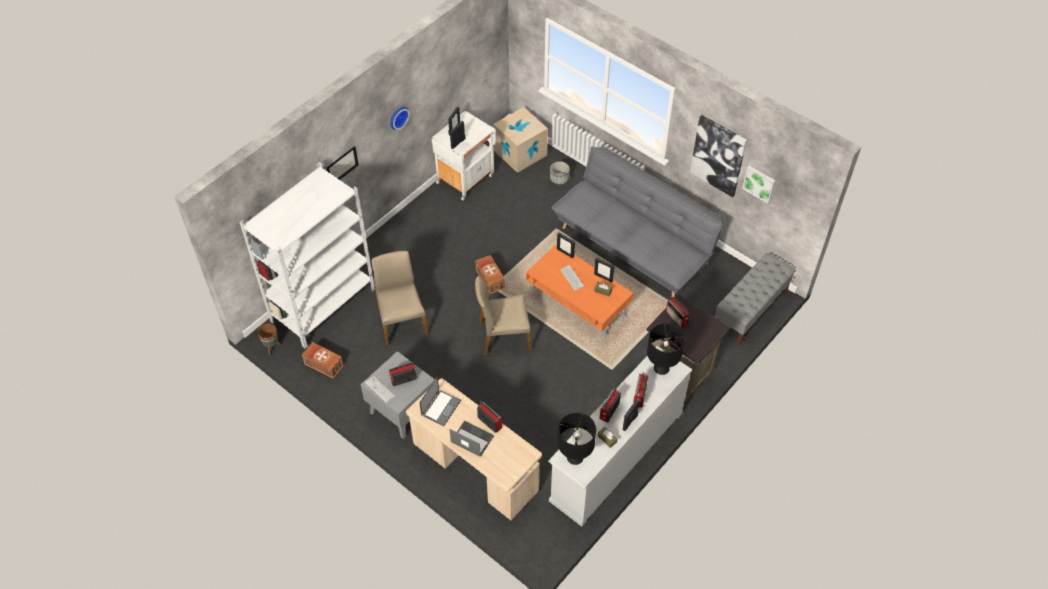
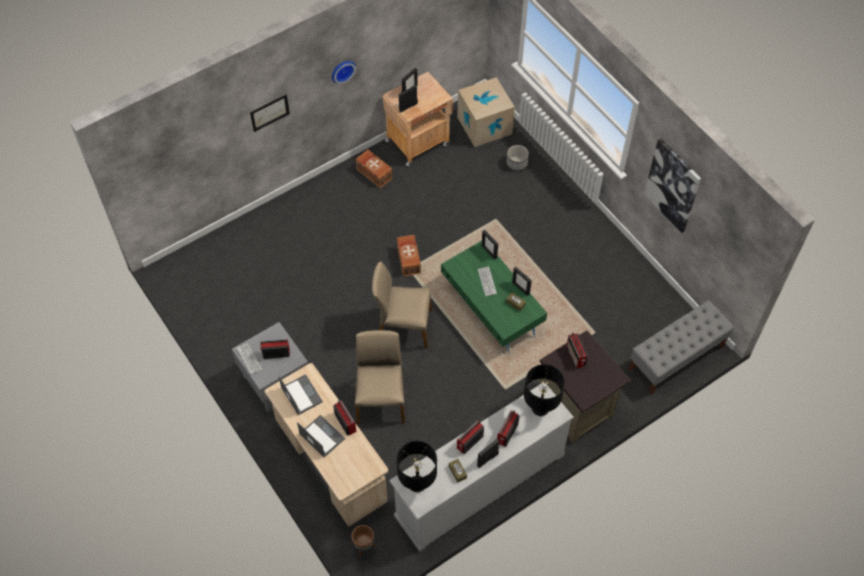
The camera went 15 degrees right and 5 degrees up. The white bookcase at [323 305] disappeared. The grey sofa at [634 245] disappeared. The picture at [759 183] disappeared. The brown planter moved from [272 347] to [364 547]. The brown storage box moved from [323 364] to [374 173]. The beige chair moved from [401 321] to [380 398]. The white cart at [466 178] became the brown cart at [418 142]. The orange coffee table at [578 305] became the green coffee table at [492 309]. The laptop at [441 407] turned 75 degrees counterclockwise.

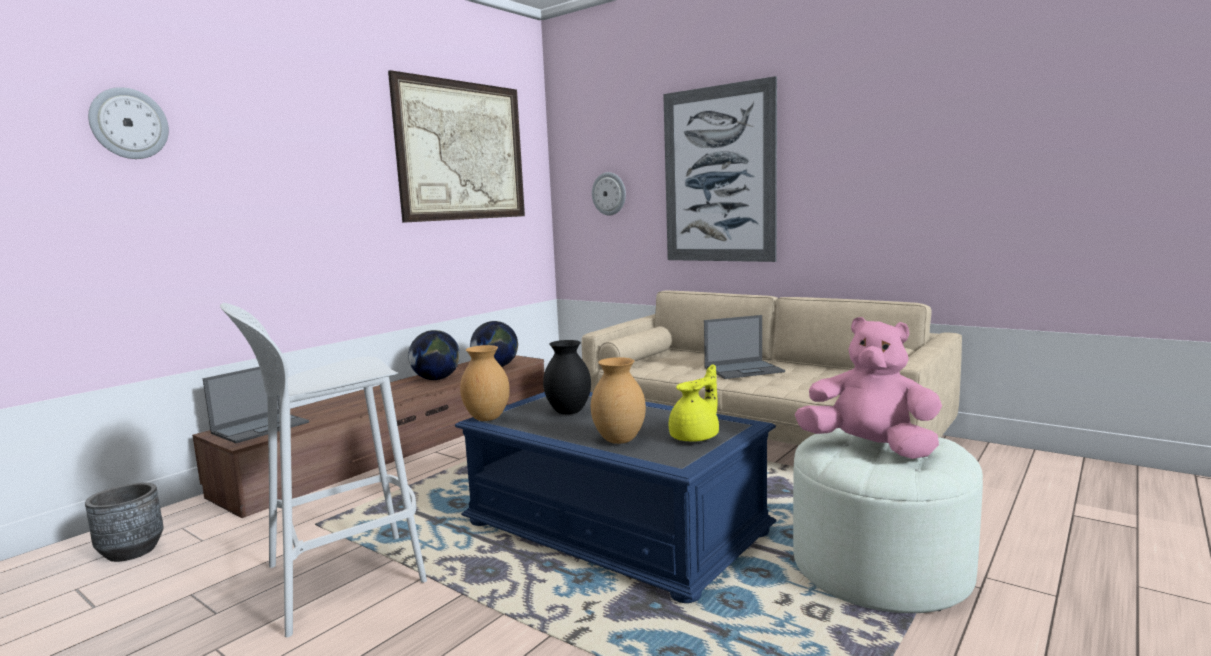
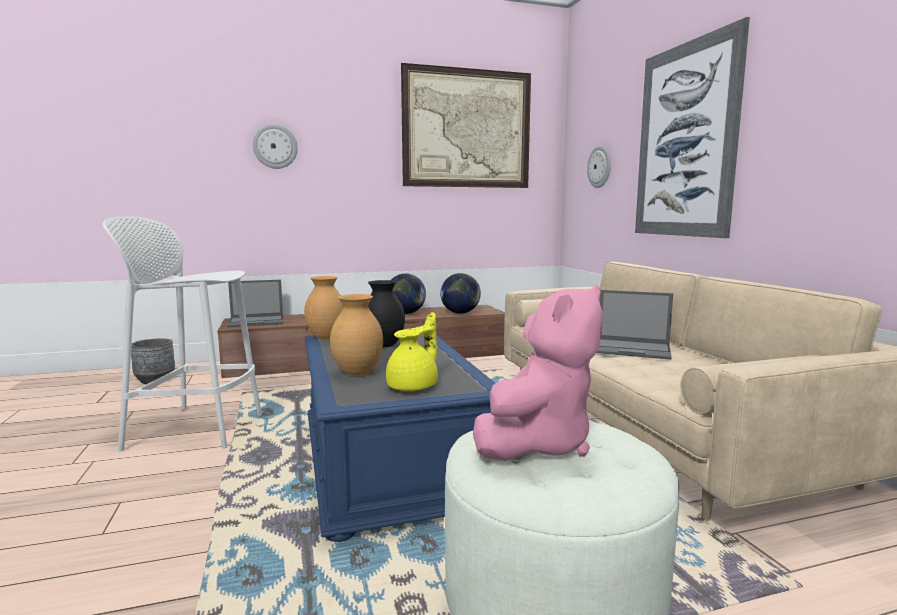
The camera went 35 degrees right and 0 degrees up. The wall clock moved from [129 124] to [275 146]. The yellow teapot at [696 437] turned 45 degrees counterclockwise. The pink plush toy at [869 448] turned 60 degrees clockwise.

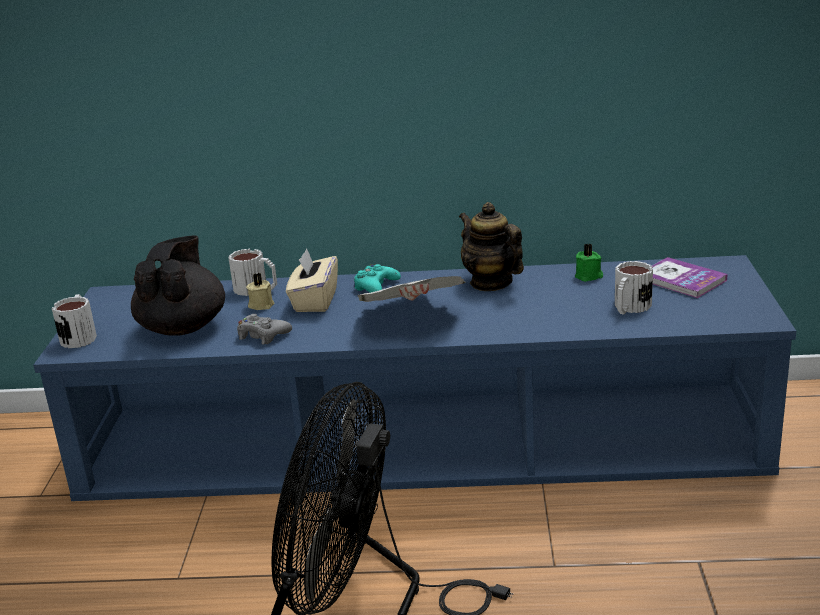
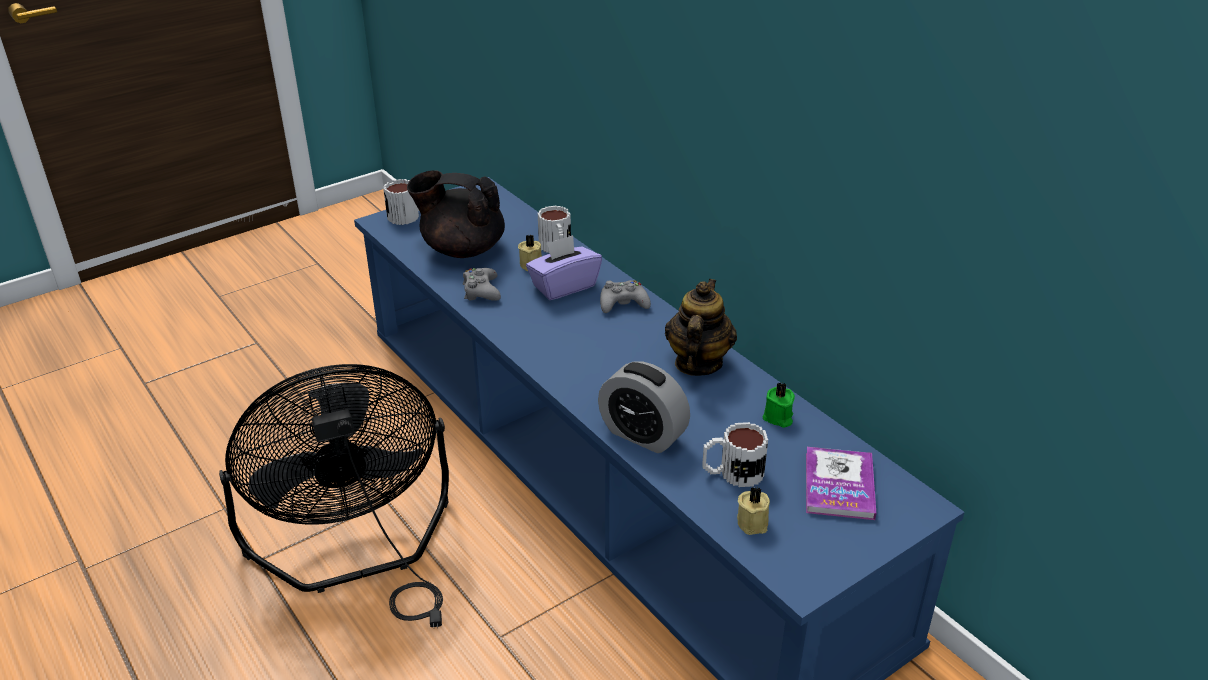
The camera went 50 degrees right and 10 degrees up. The newspaper at [412 317] disappeared. The alarm clock at [643 434] appeared. The beige candle at [753 522] appeared. The beige tissue box at [314 301] became the purple tissue box at [564 286]. The turquoise game controller at [376 286] became the grey game controller at [623 303]. The black teapot at [183 327] turned 135 degrees counterclockwise.

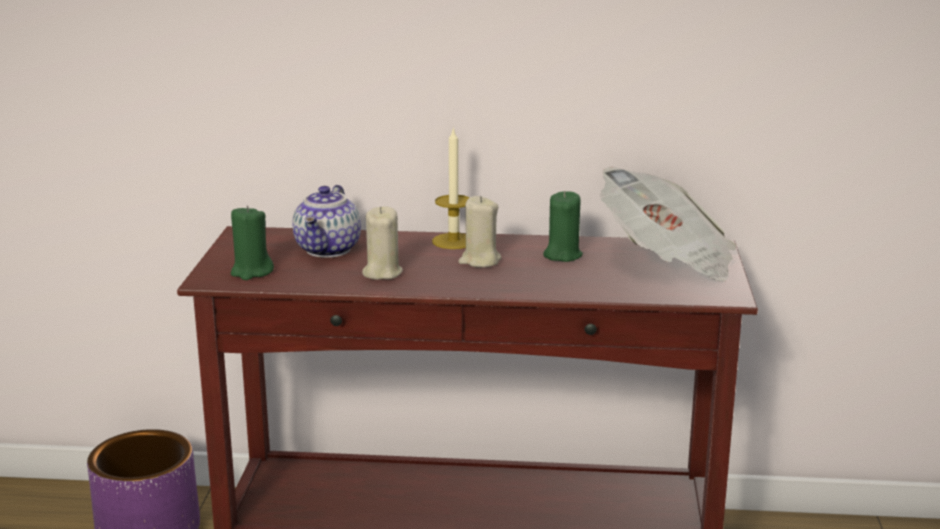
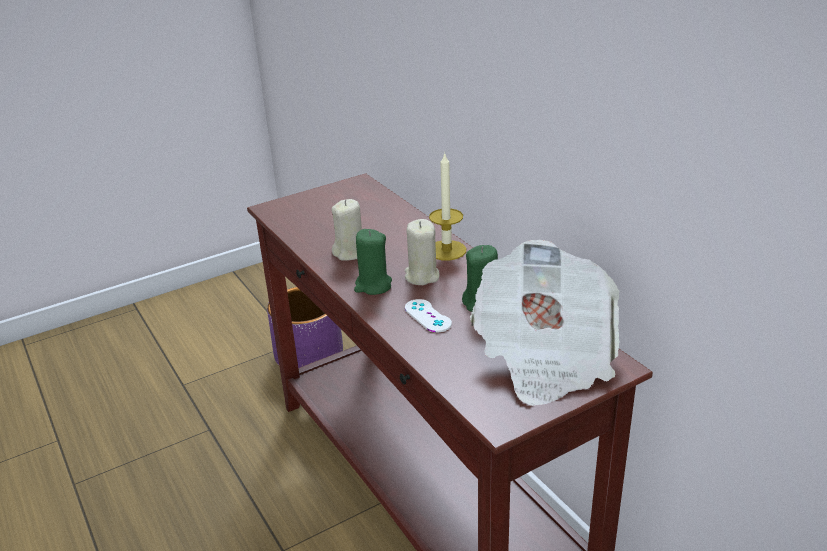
The camera went 55 degrees right and 10 degrees up. The teapot at [329 250] disappeared. The white game controller at [428 316] appeared. The green candle moved from [251 272] to [373 286].

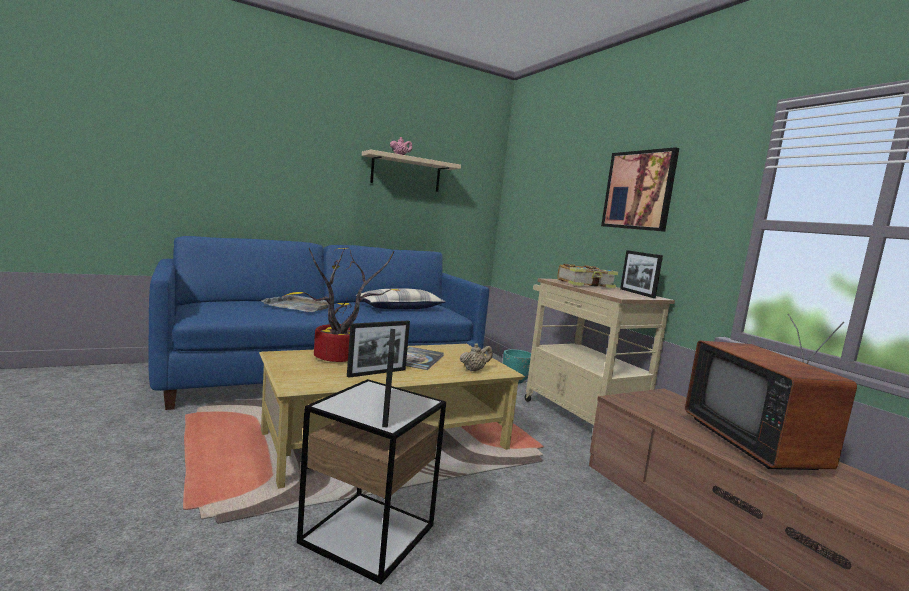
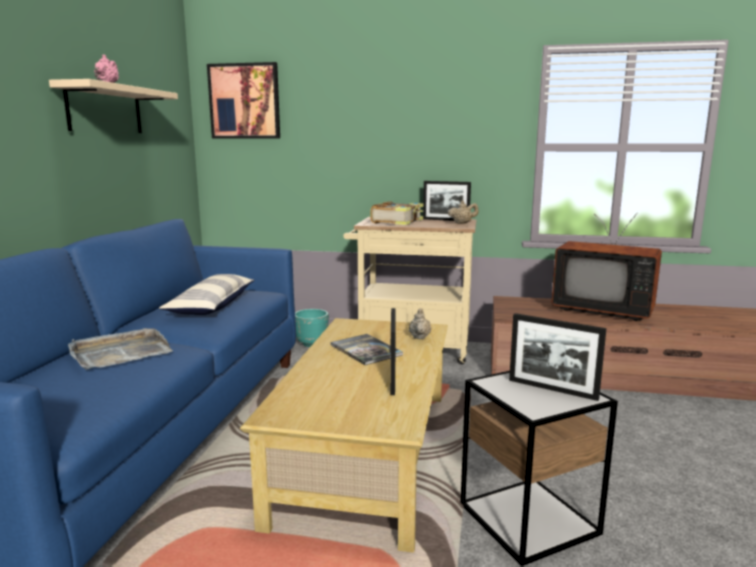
The camera went 50 degrees left and 5 degrees up. The potted plant at [336 358] disappeared. The beige teapot at [462 223] appeared. The picture moved from [639 190] to [244 101].

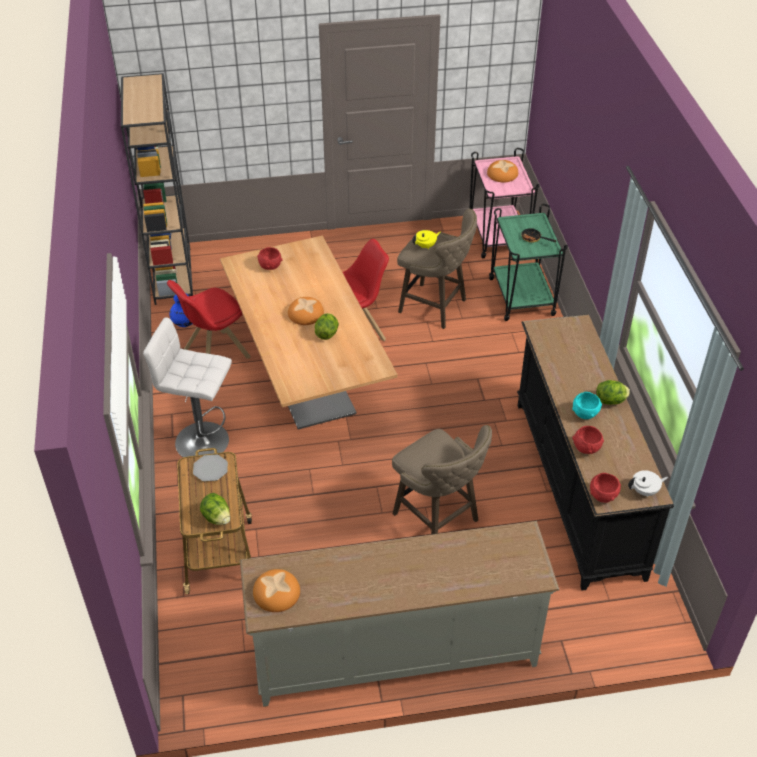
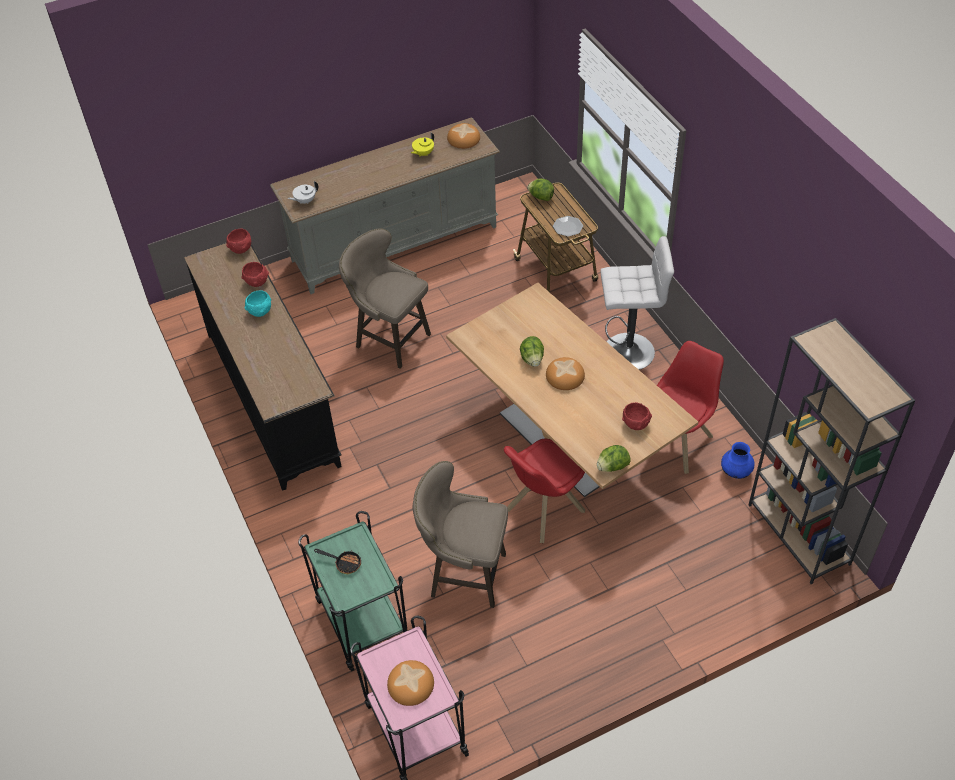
The camera went 165 degrees right and 5 degrees up. The yellow teapot moved from [426 246] to [423 153]. The lettuce moved from [611 401] to [612 466]. The white teapot moved from [645 491] to [305 201].

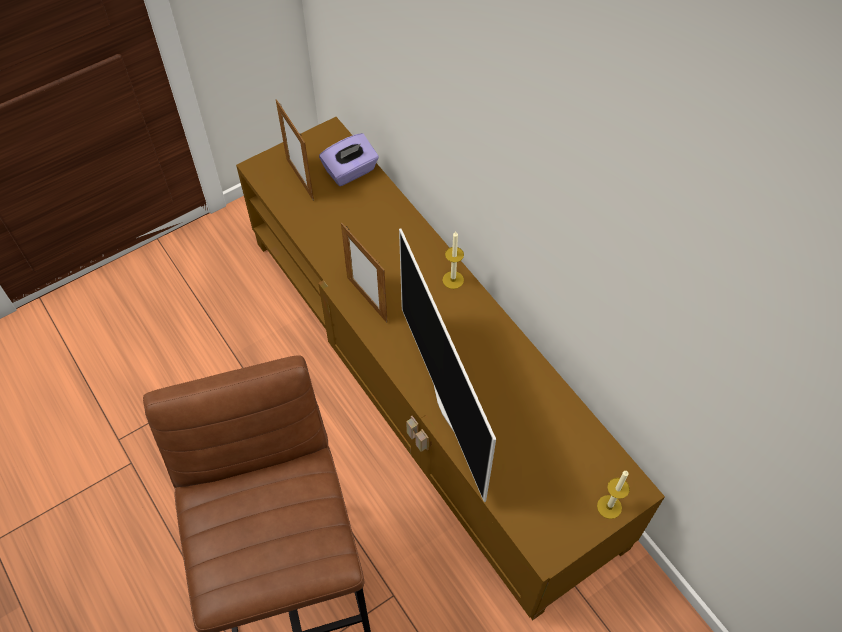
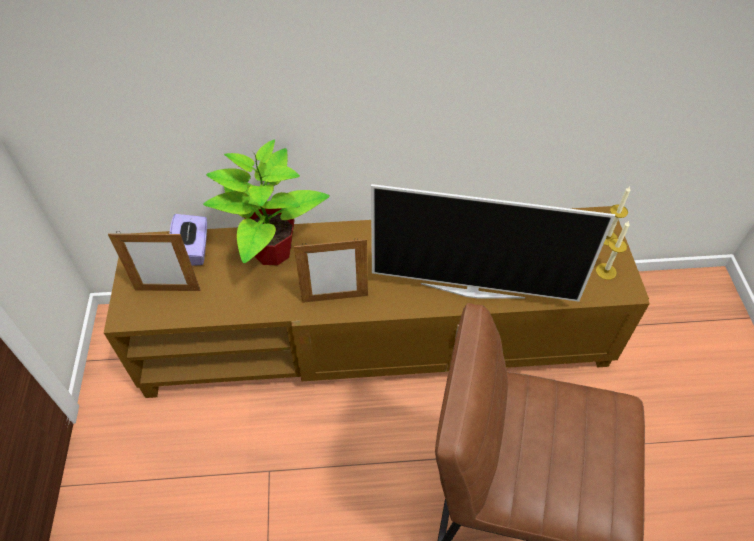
The camera went 60 degrees left and 5 degrees down. The potted plant at [271 251] appeared. The candle moved from [453 280] to [606 271].

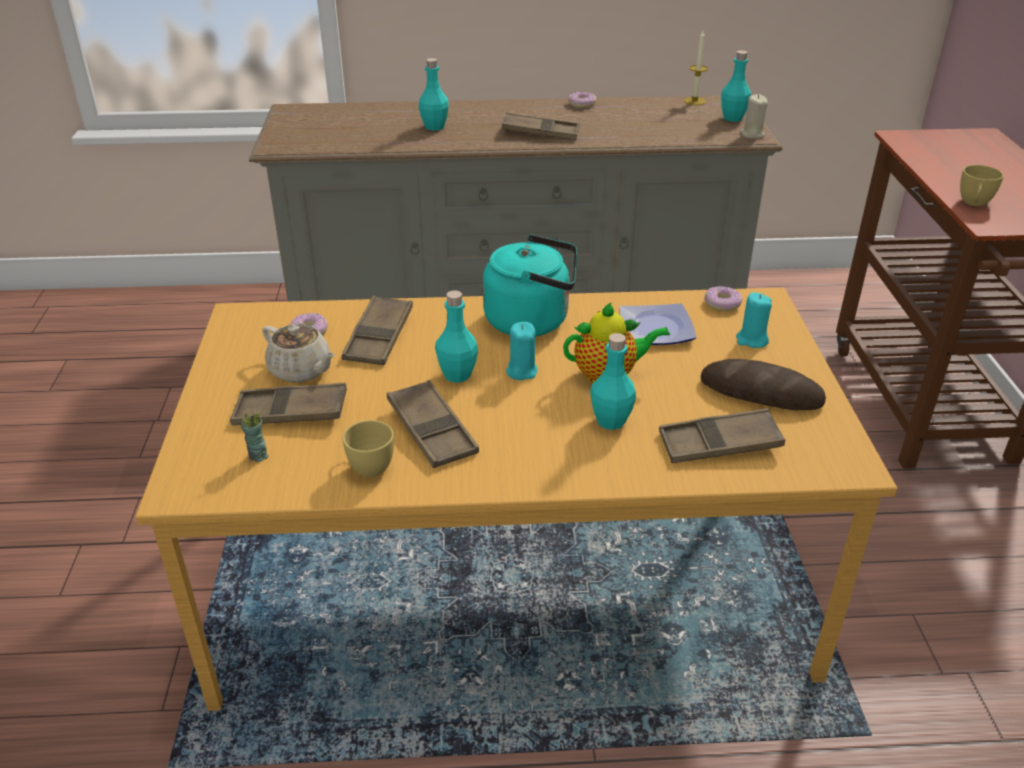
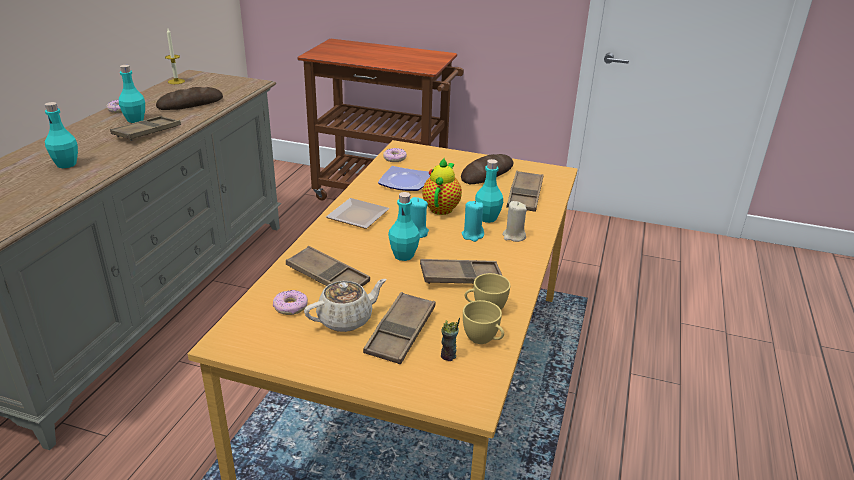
The camera went 70 degrees left and 5 degrees down. The bread at [190 103] appeared. The turquoise bottle moved from [732 118] to [135 120]. The turquoise candle moved from [751 340] to [472 235]. The beige candle moved from [752 134] to [514 236]. The yellow cup moved from [974 204] to [483 340]. The turquoise kettle at [532 320] was replaced by the plate at [360 216].

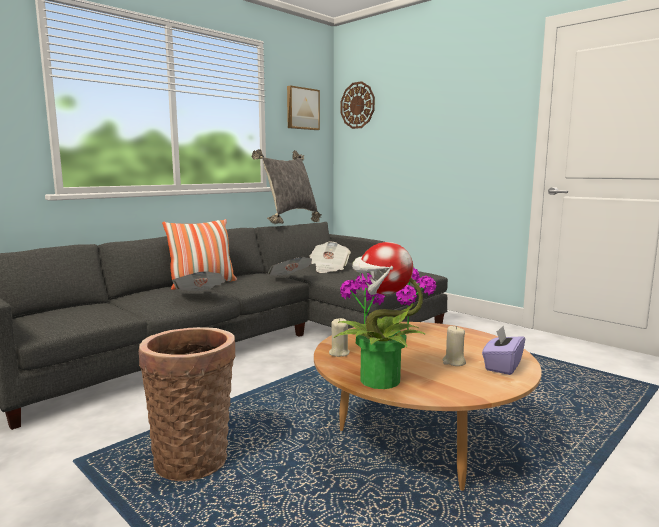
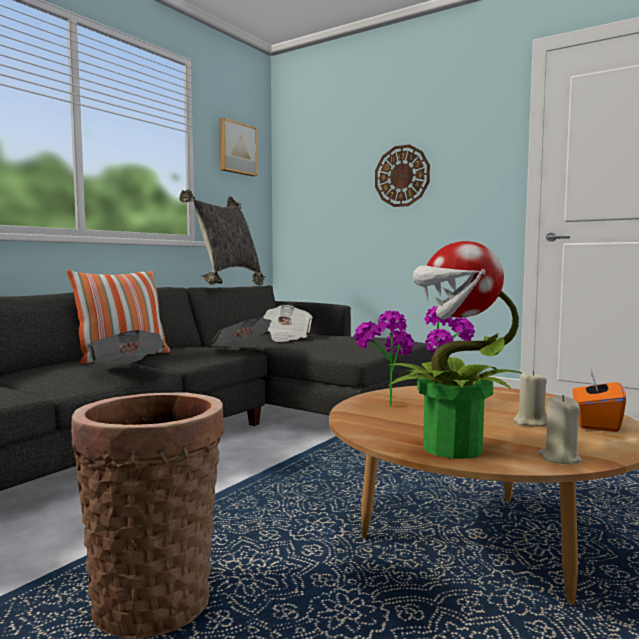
The camera went 10 degrees left and 5 degrees down. The beige candle moved from [339 353] to [559 458]. The wall clock moved from [357 105] to [402 176]. The purple tissue box at [502 366] became the orange tissue box at [596 423].

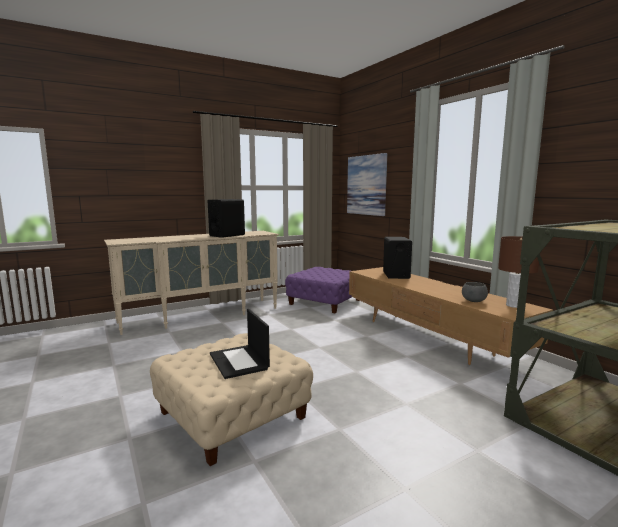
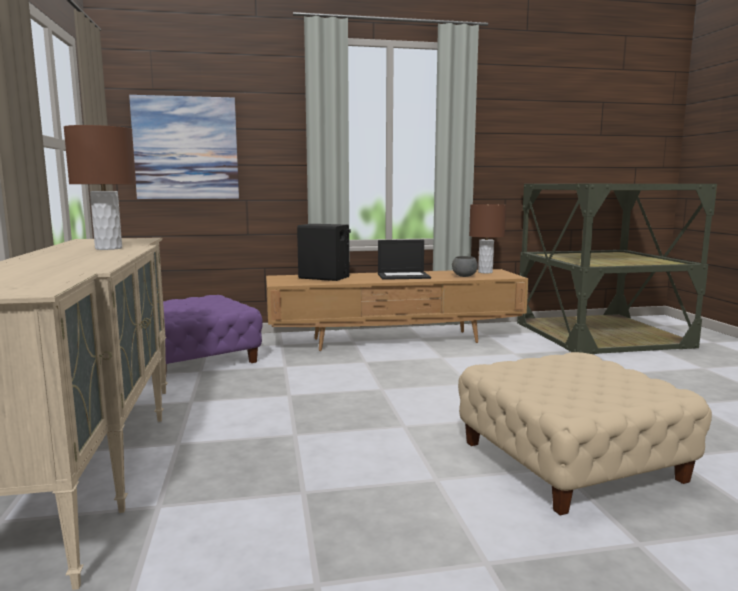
The camera went 70 degrees left and 0 degrees up. The laptop moved from [239 361] to [404 276]. The black speaker at [227 235] was replaced by the brown table lamp at [109 248].

